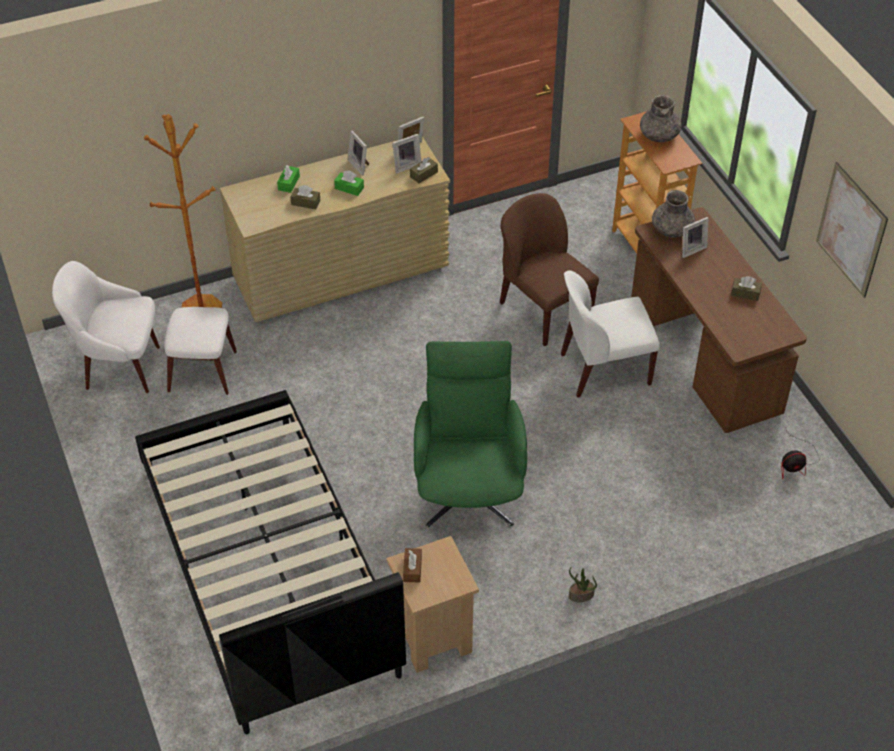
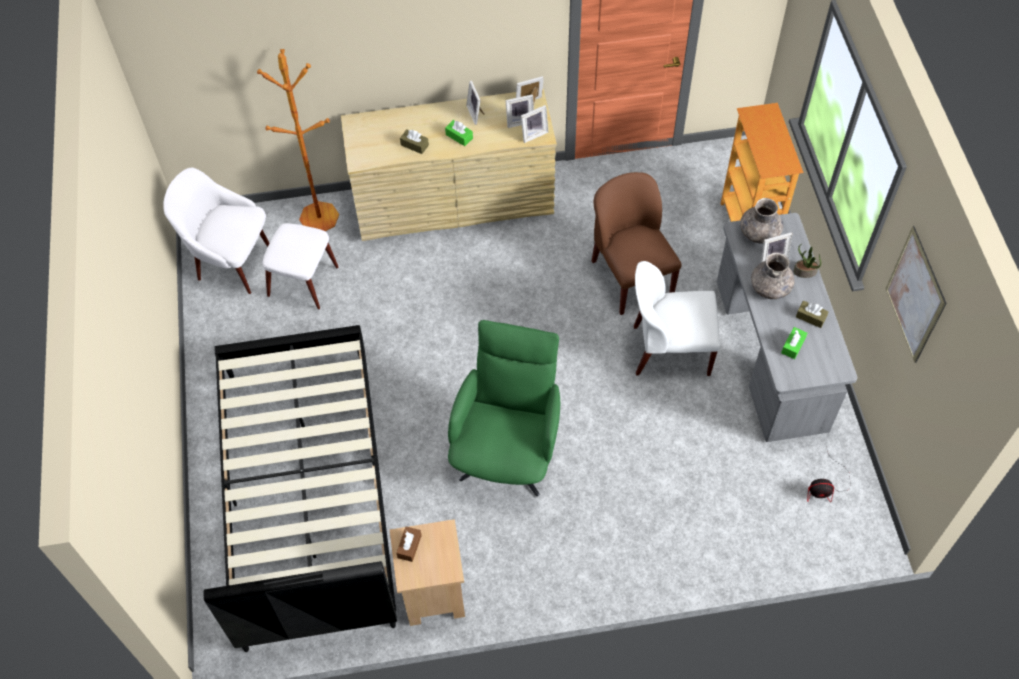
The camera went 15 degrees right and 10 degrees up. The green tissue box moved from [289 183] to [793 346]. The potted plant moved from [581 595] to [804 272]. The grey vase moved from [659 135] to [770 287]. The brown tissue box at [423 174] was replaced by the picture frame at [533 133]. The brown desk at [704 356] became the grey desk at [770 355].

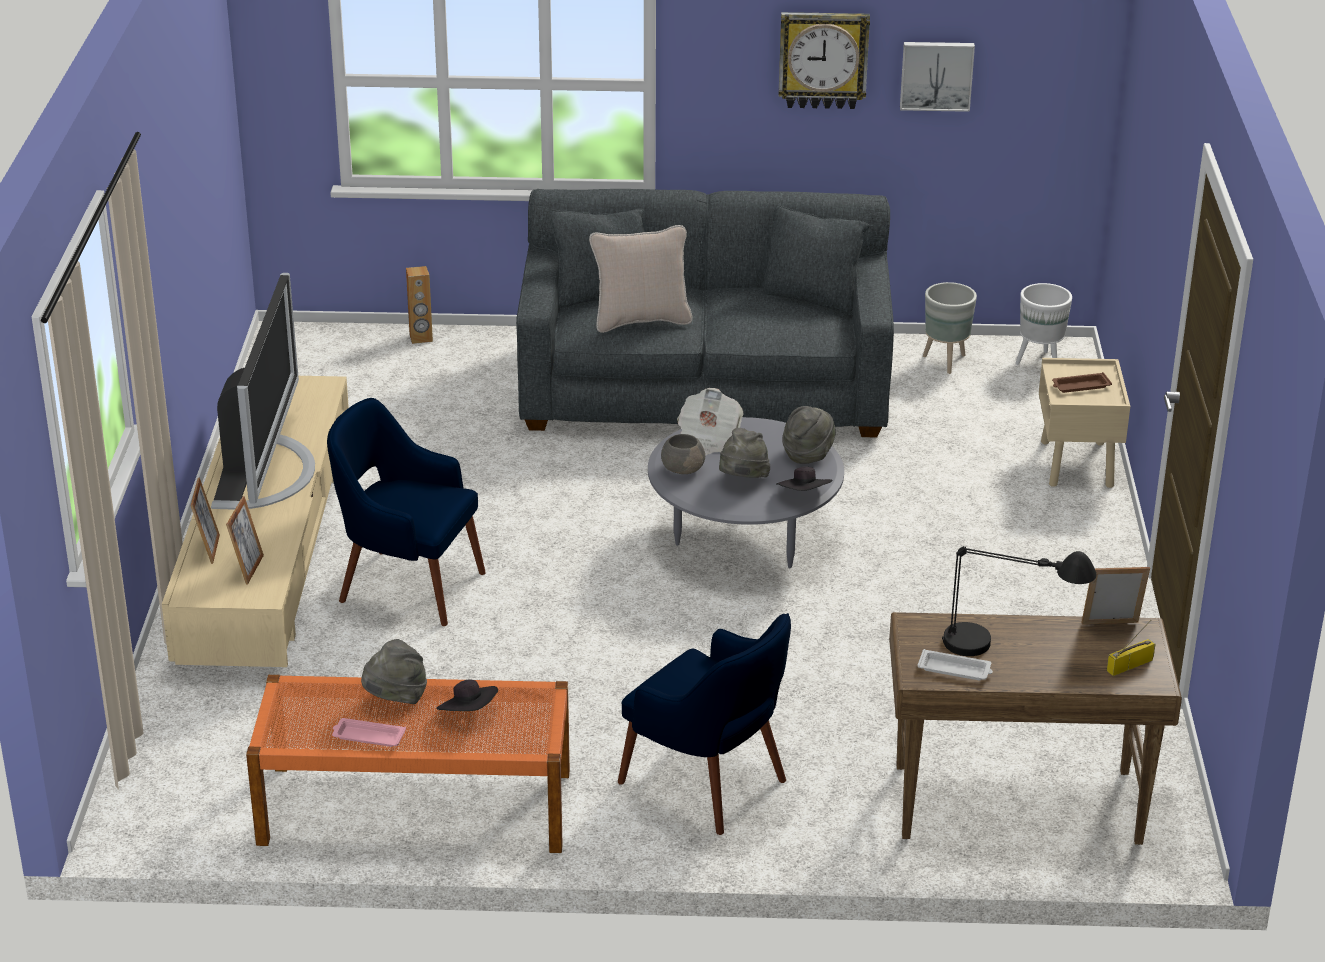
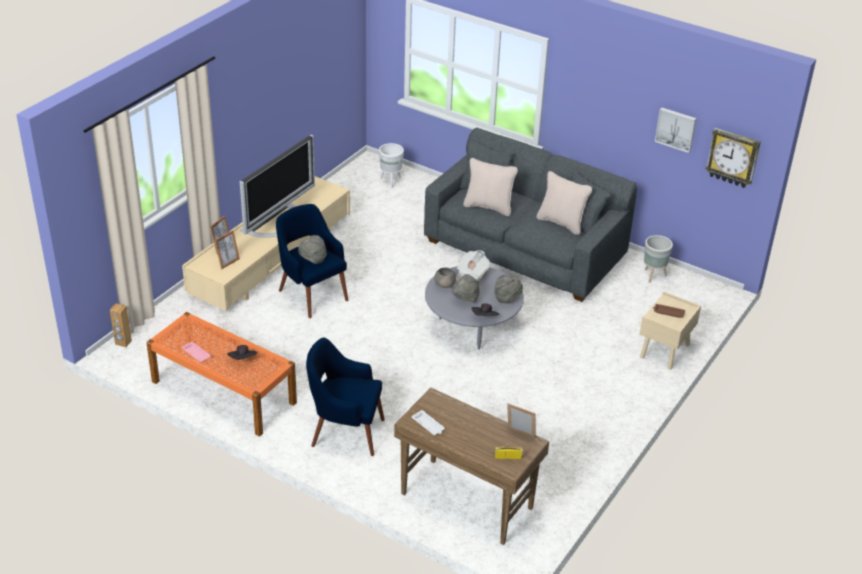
The camera went 30 degrees right and 5 degrees up. The black table lamp at [1008 650] disappeared. The beige pillow at [561 223] appeared. The grey hat moved from [396 699] to [313 260]. The brown speaker moved from [421 338] to [123 342]. The wall clock moved from [823 59] to [733 157]. The white planter moved from [1039 362] to [390 181]. The blue armchair at [706 783] turned 120 degrees clockwise.

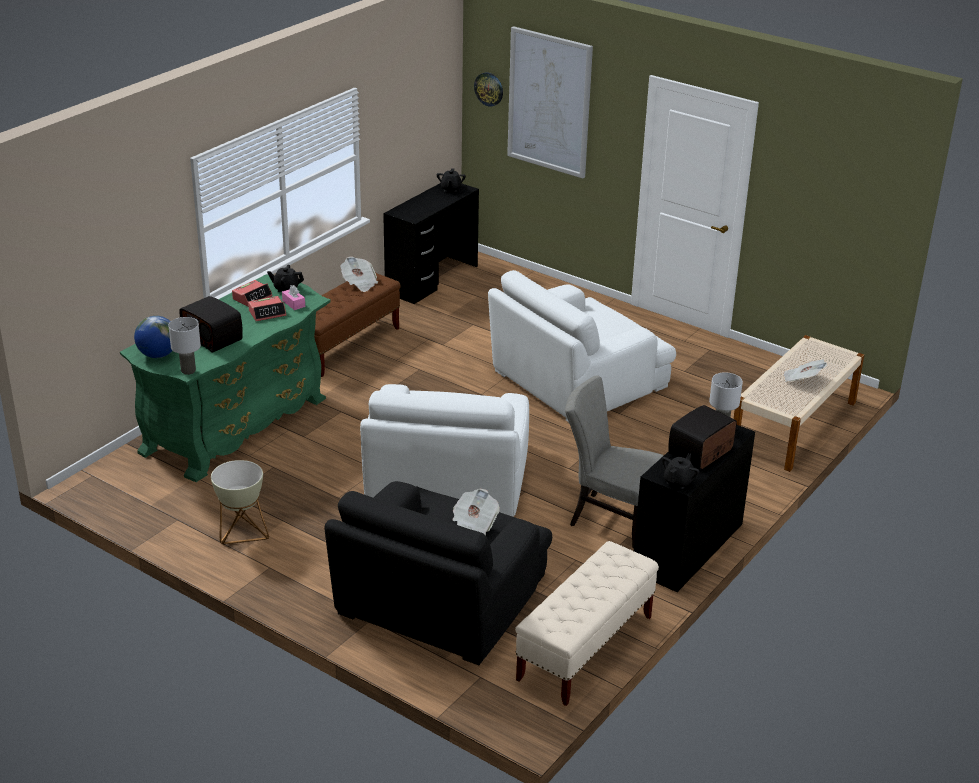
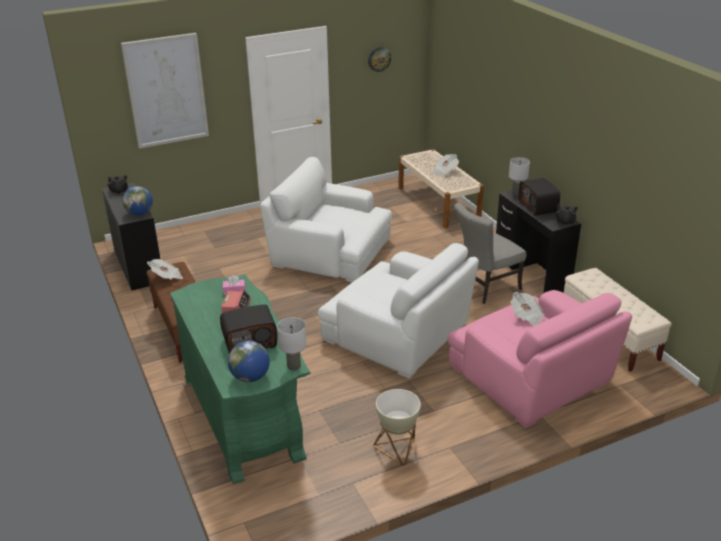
The camera went 60 degrees left and 0 degrees up. The alarm clock at [252 297] disappeared. The black teapot at [286 288] disappeared. The globe at [139 213] appeared. The wall clock moved from [489 89] to [379 59]. The black armchair at [441 598] became the pink armchair at [531 376]. The white armchair at [577 381] turned 120 degrees clockwise.

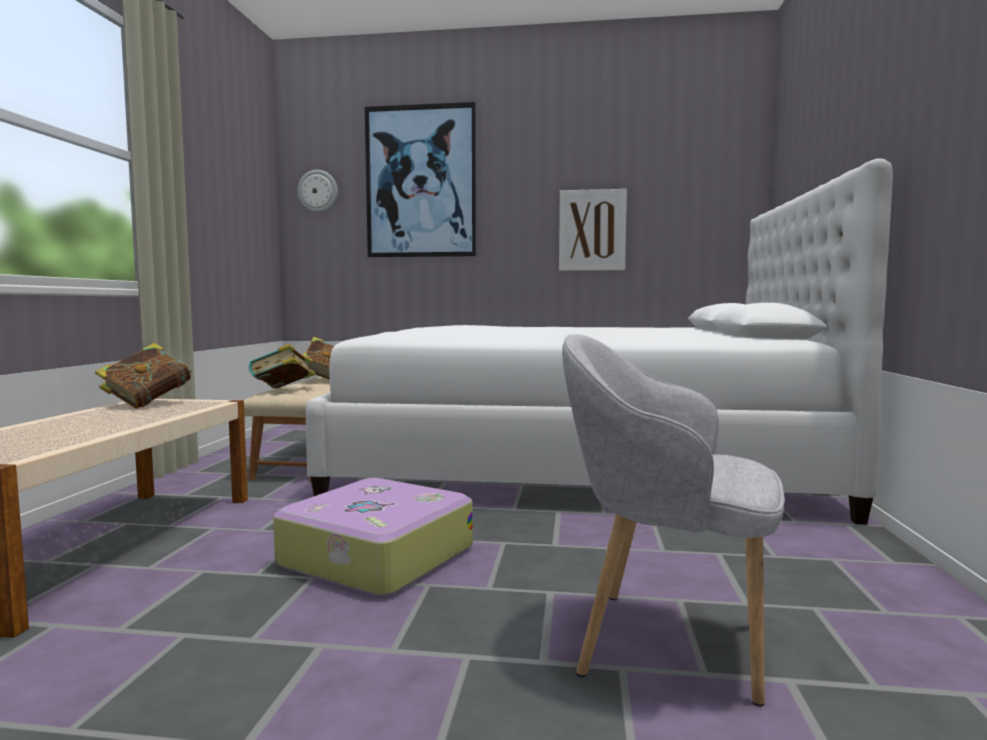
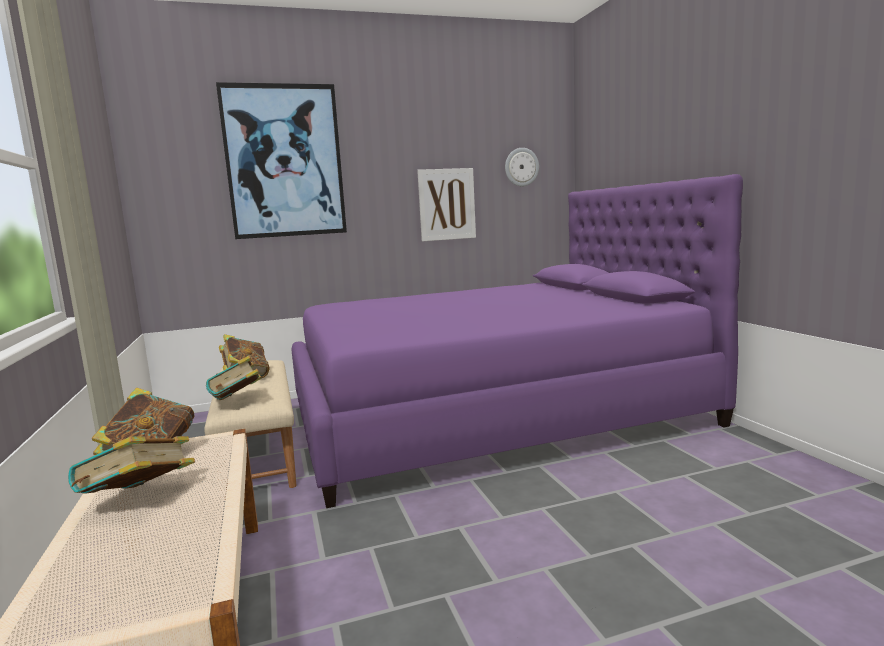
The camera went 25 degrees left and 5 degrees up. The suitcase at [374 557] disappeared. The grey armchair at [663 643] disappeared. The book at [139 500] appeared. The wall clock moved from [318 191] to [521 167]. The white bed at [577 464] became the purple bed at [492 413].

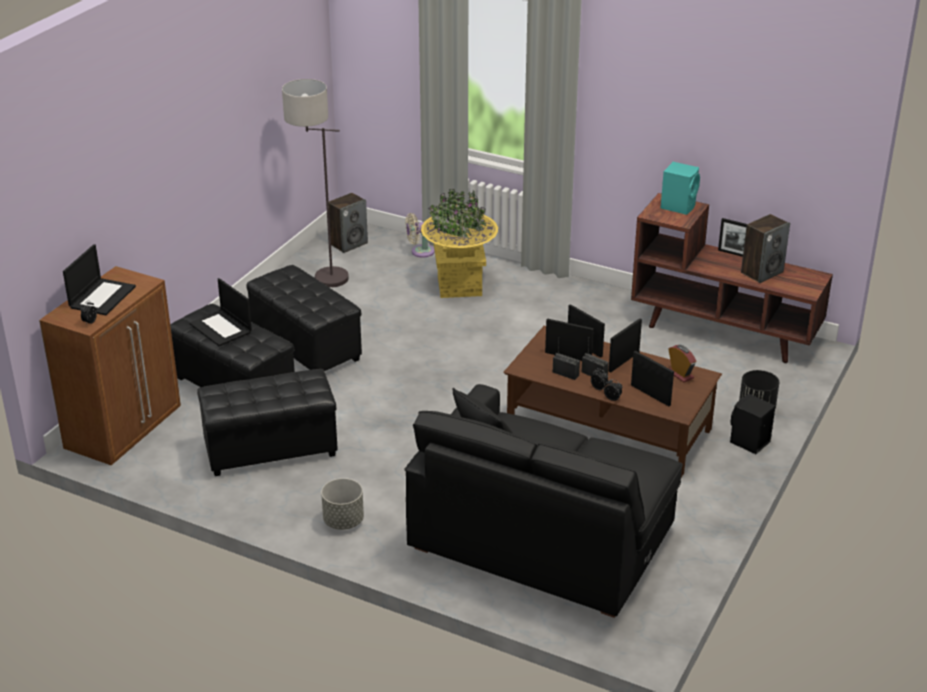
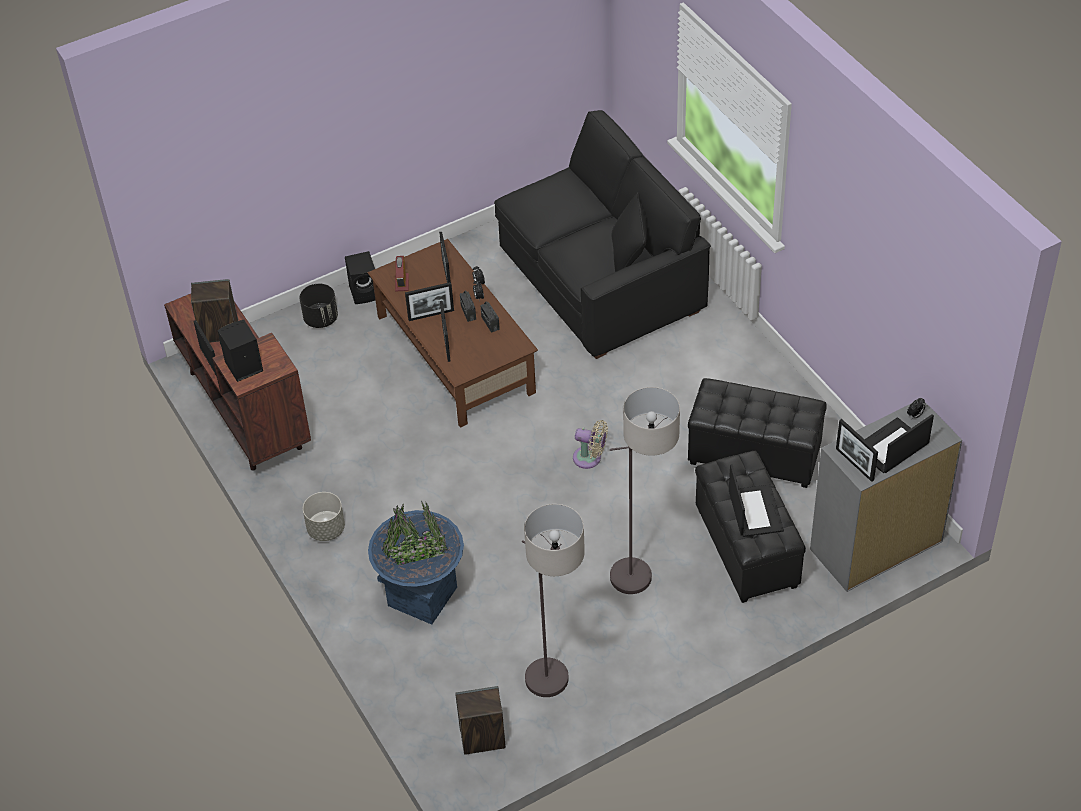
The camera went 145 degrees left and 15 degrees up. The grey planter moved from [344 521] to [326 529]. The beige fan moved from [420 252] to [590 458]. The picture frame moved from [568 357] to [854 464]. The black ottoman at [307 347] was replaced by the grey floor lamp at [643 575]. The brown cabinet at [123 426] became the grey cabinet at [875 545]. The yellow planter at [459 286] became the blue planter at [422 596]. The turquoise speaker at [679 206] became the black speaker at [242 367].

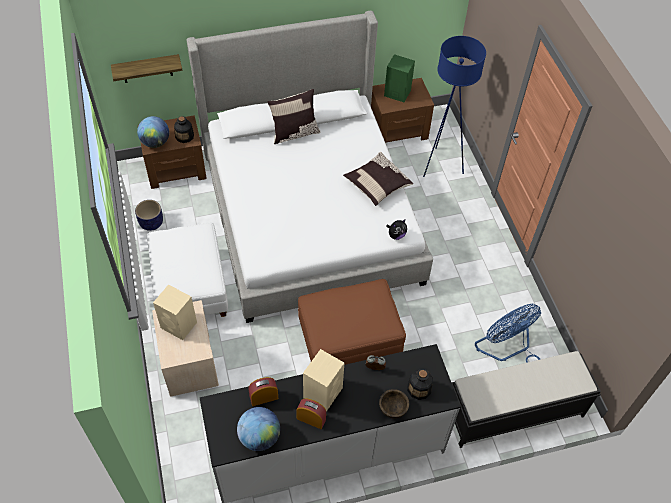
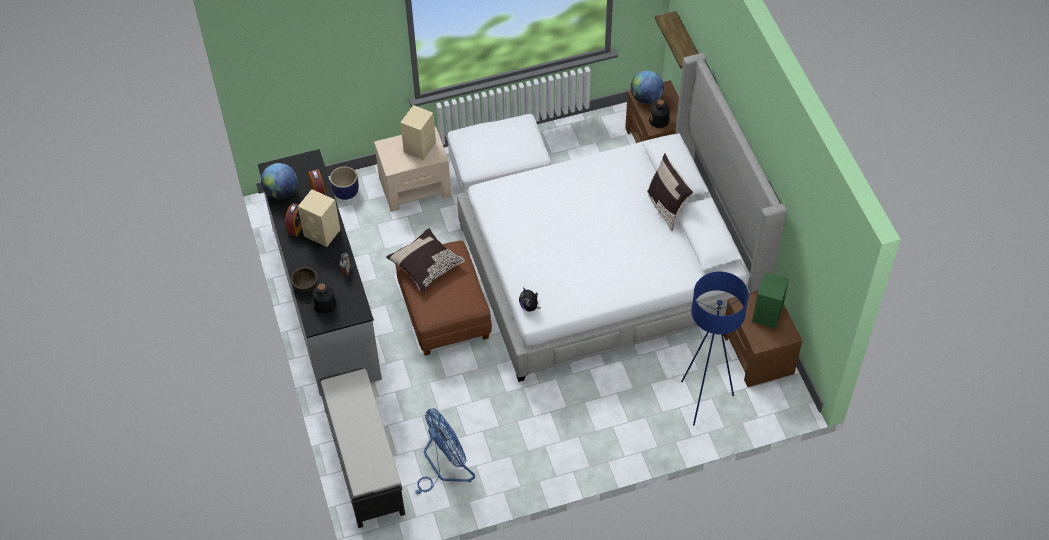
The camera went 90 degrees right and 0 degrees up. The planter moved from [151 223] to [346 192]. The pillow moved from [377 184] to [426 265].

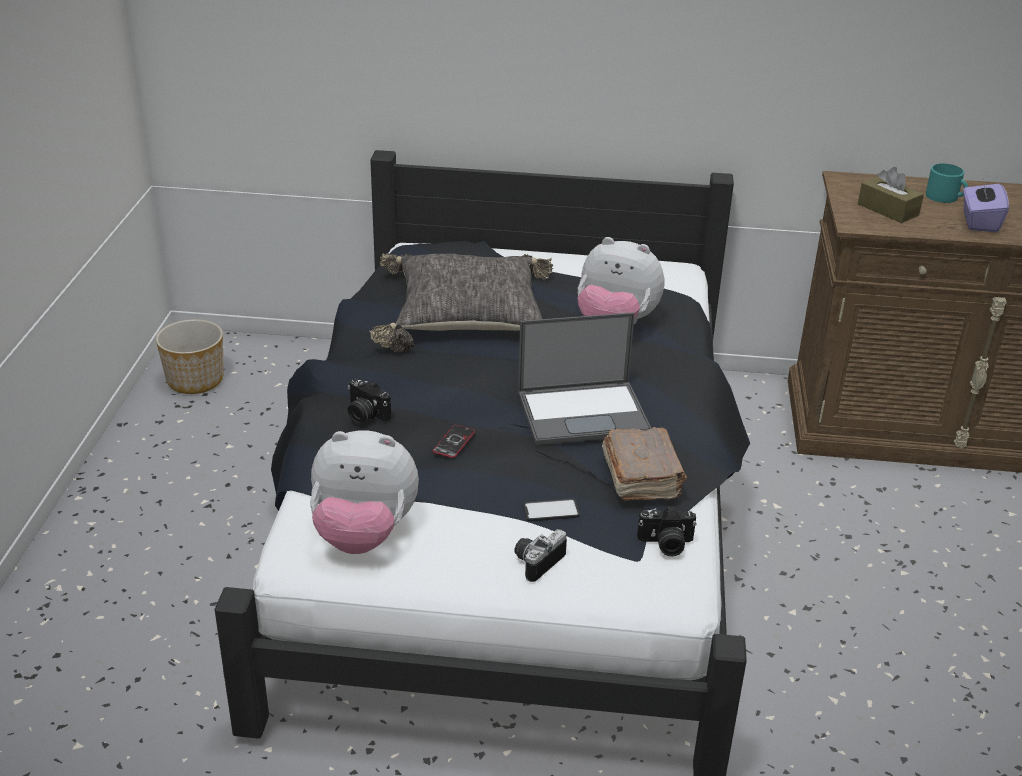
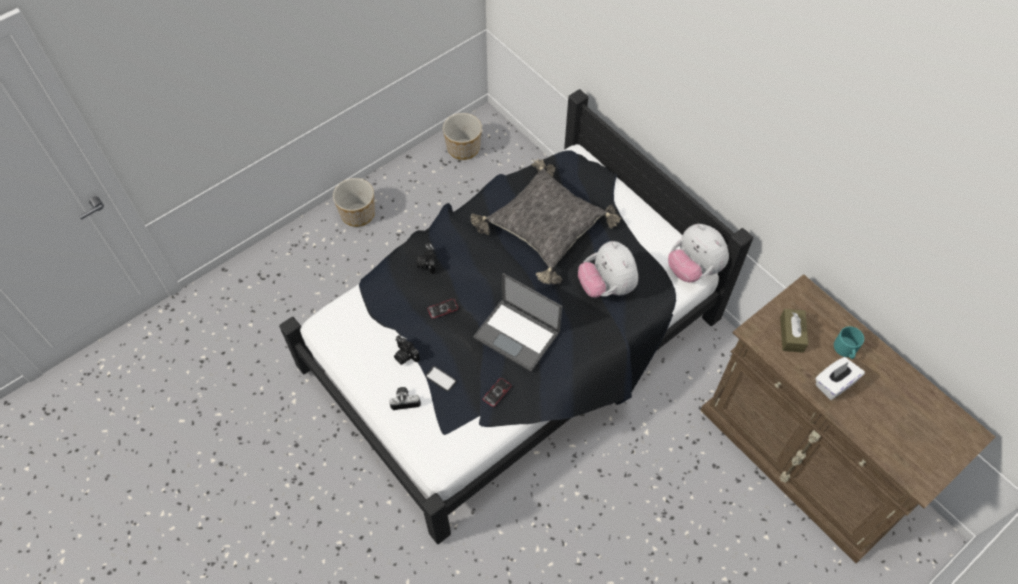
The camera went 45 degrees right and 25 degrees up. The planter at [357 214] appeared. The plush toy moved from [363 535] to [693 269]. The photo camera moved from [666 544] to [405 355]. The brown book at [642 477] was replaced by the phone at [497 392]. The purple tissue box at [979 222] became the white tissue box at [834 384].

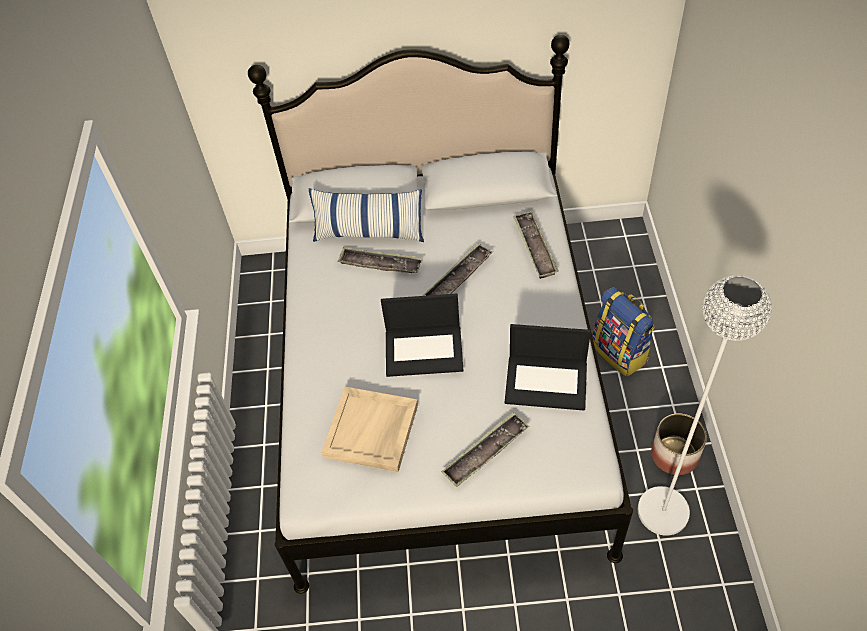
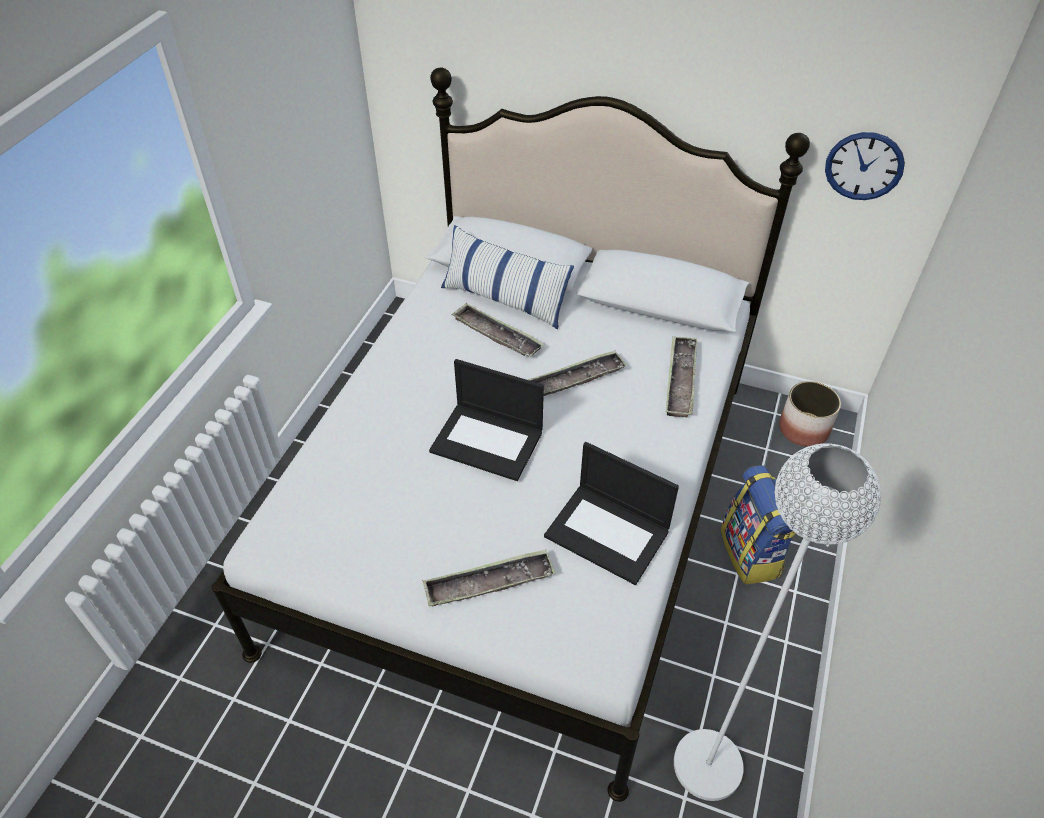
The camera went 20 degrees right and 5 degrees down. The beige tray at [371 431] disappeared. The wall clock at [864 166] appeared. The planter moved from [675 454] to [804 429].

